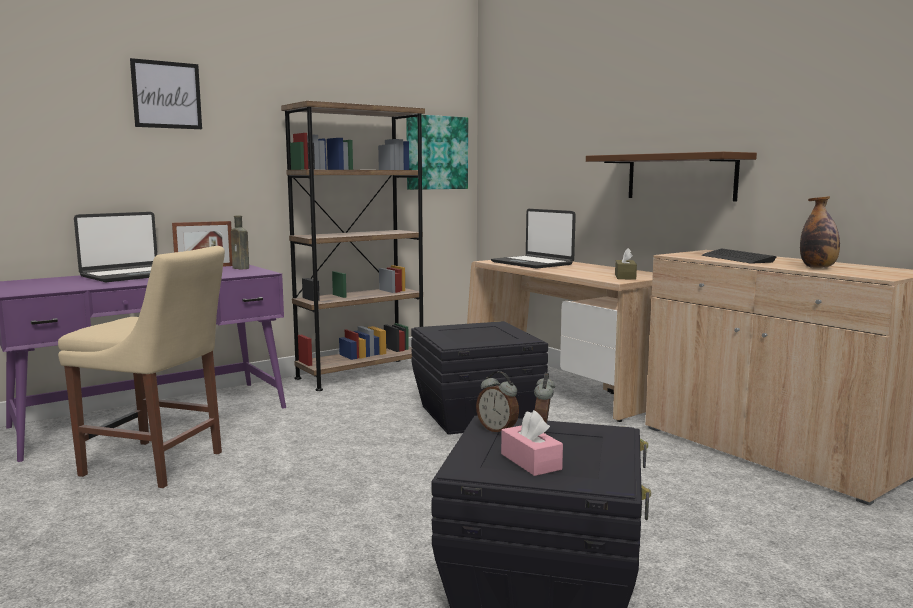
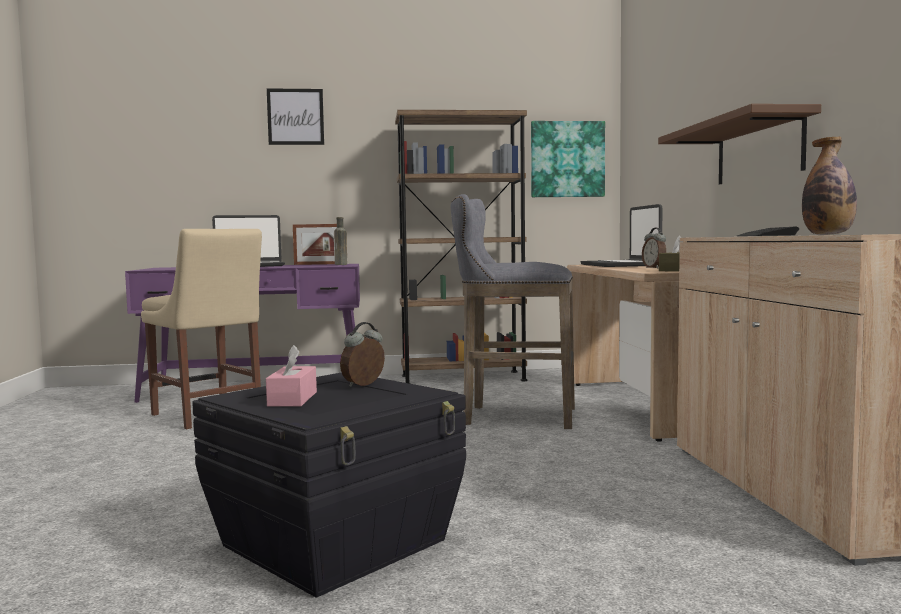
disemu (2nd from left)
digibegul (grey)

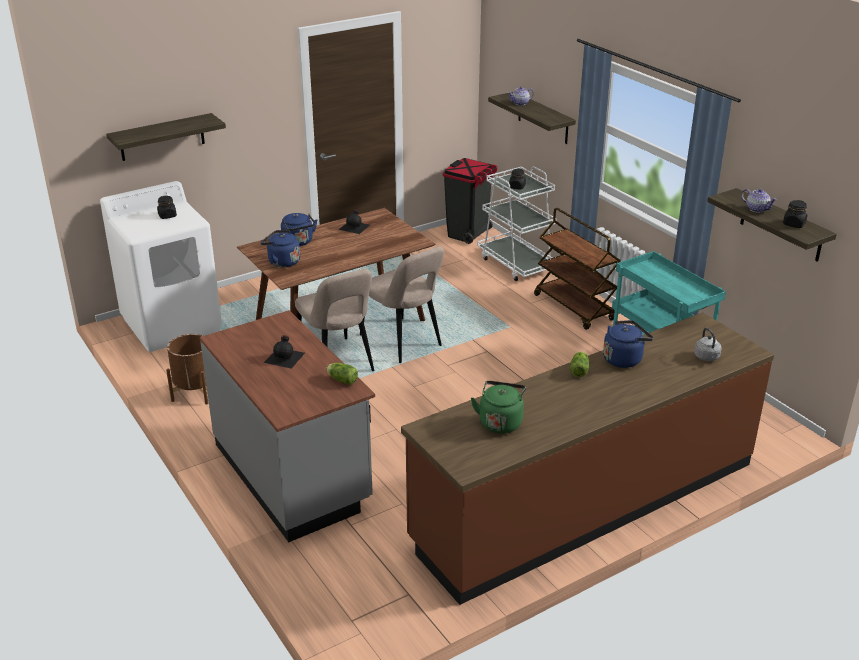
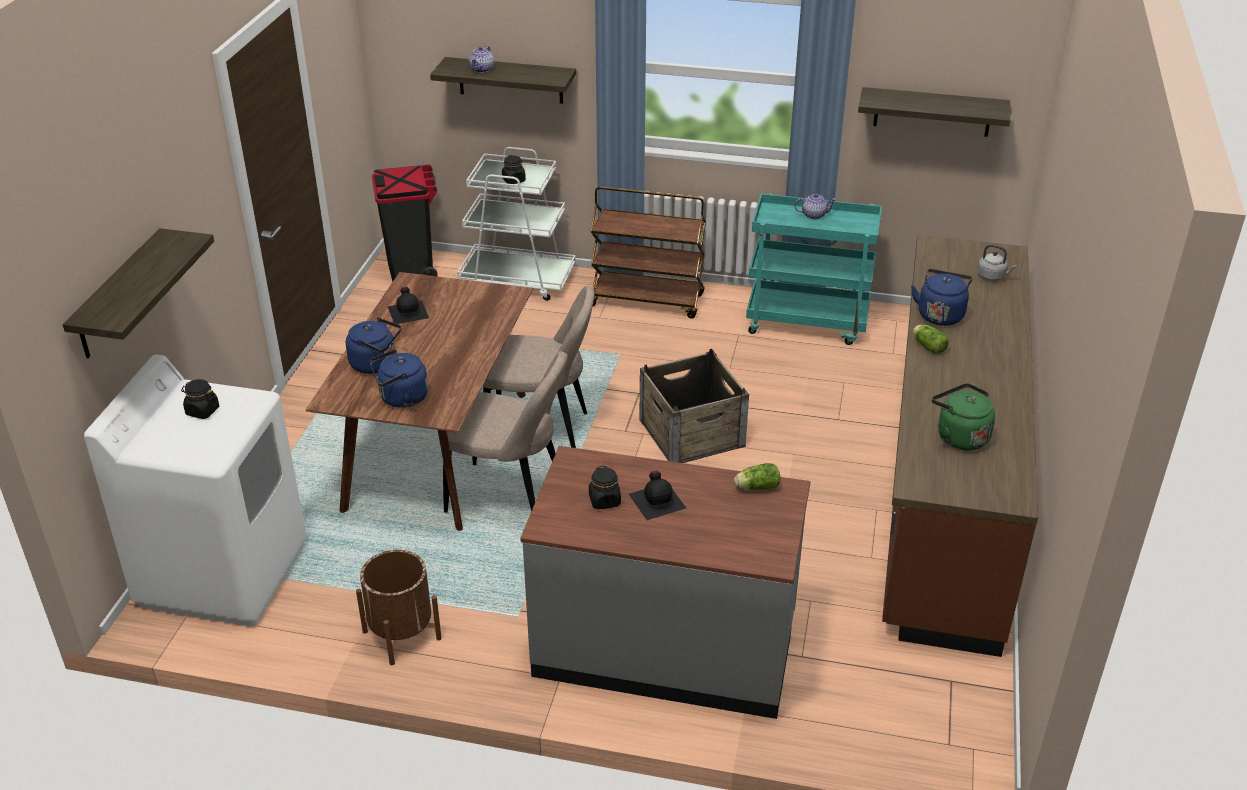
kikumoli
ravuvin (2nd from left)
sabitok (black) (3rd from left)

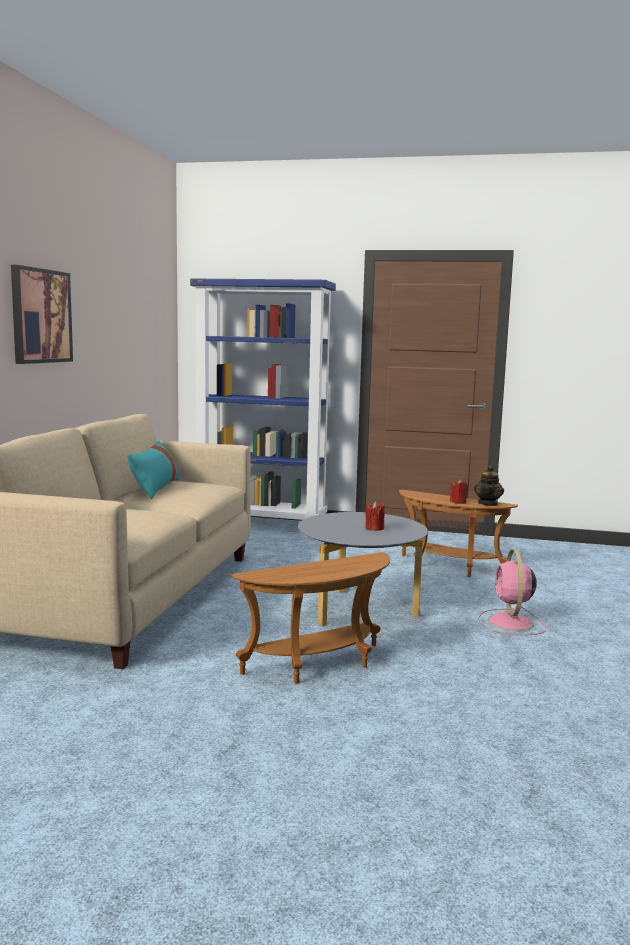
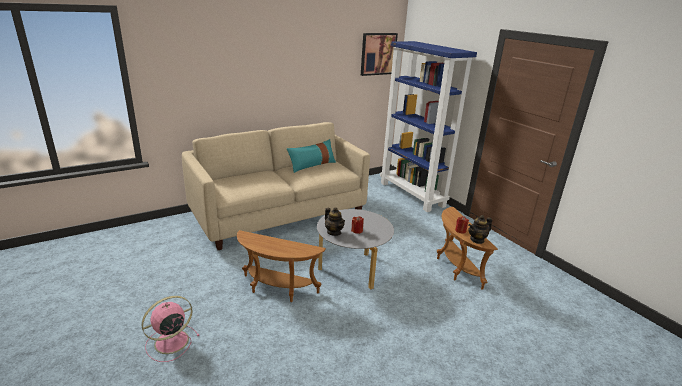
ravuvin (1st from left)
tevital
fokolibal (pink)

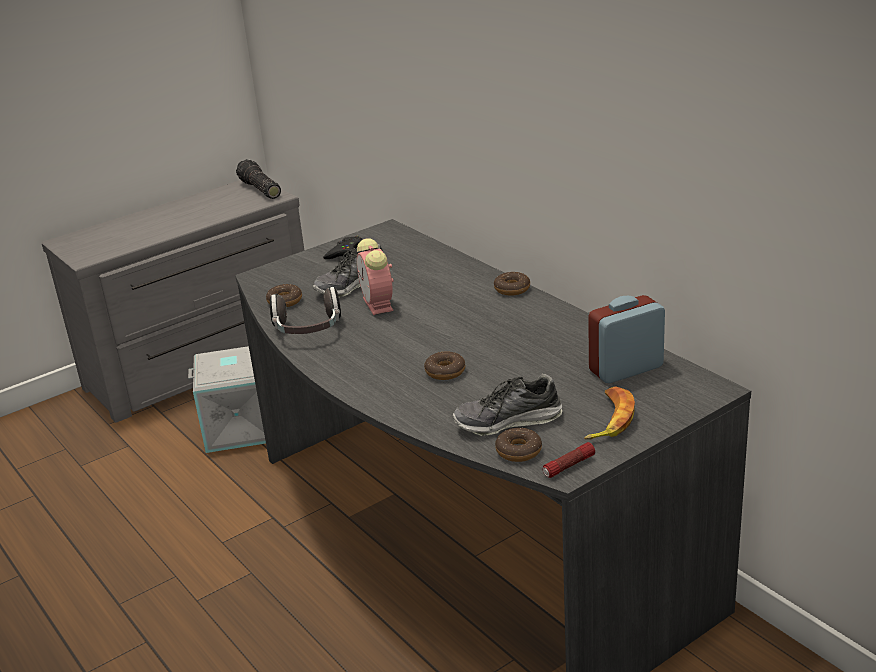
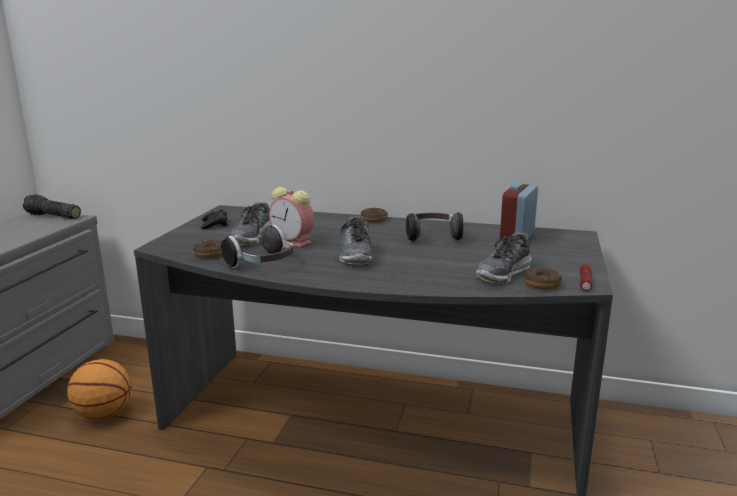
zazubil (2nd from left in the first image)
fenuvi
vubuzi (2nd from left)
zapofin (2nd from left)
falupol

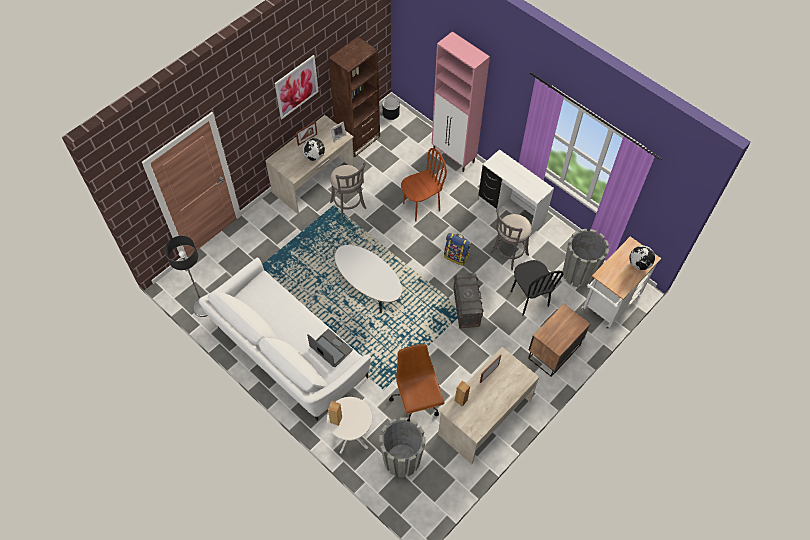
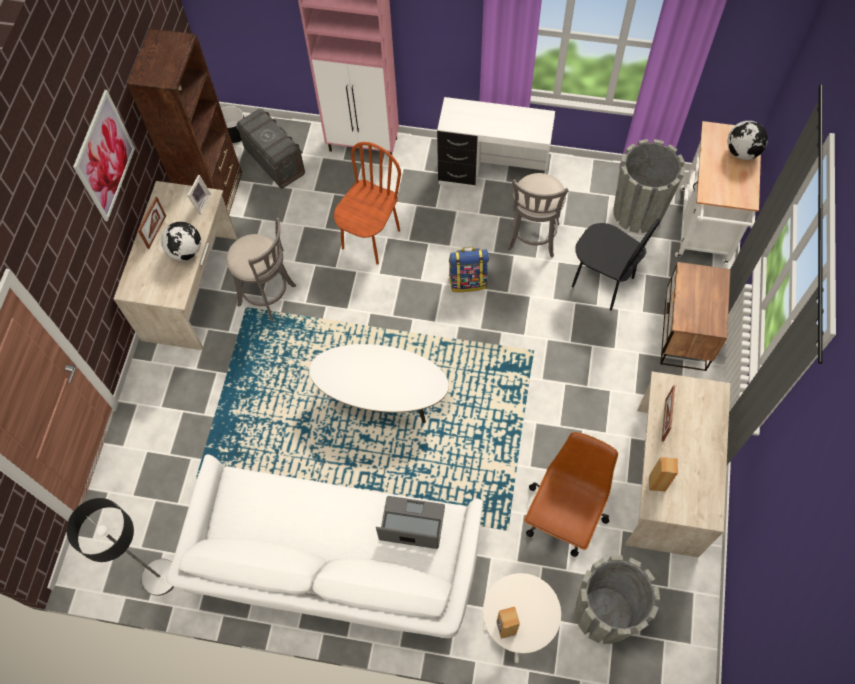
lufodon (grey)
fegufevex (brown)

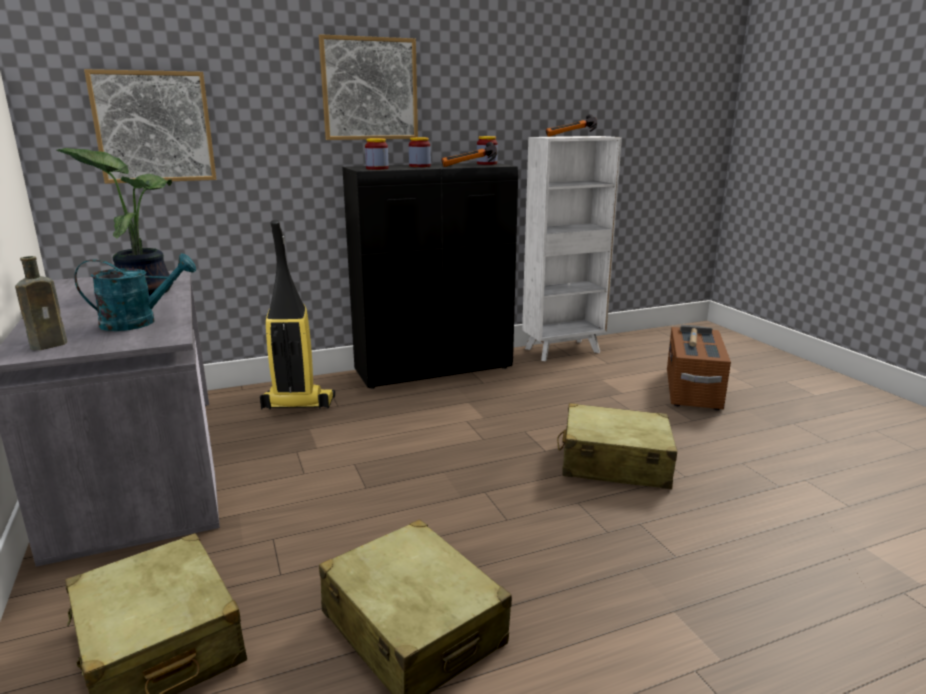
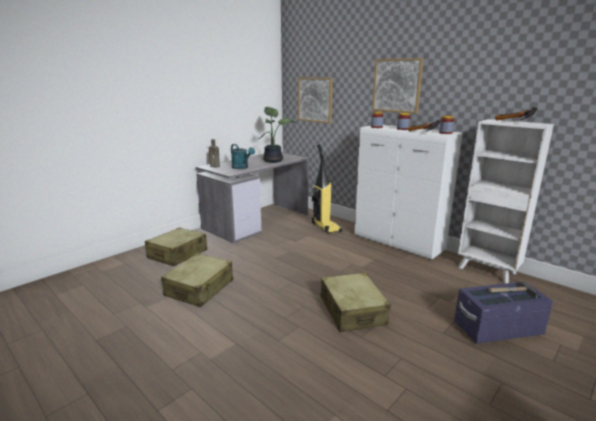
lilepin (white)
lufodon (purple)

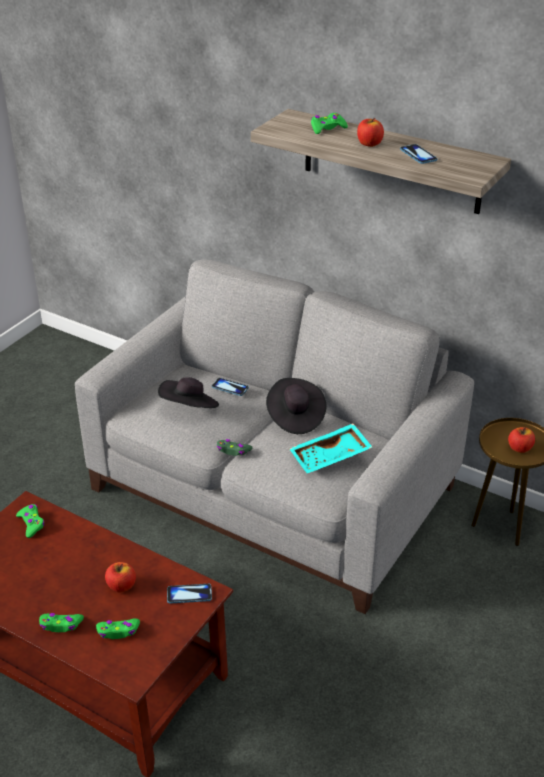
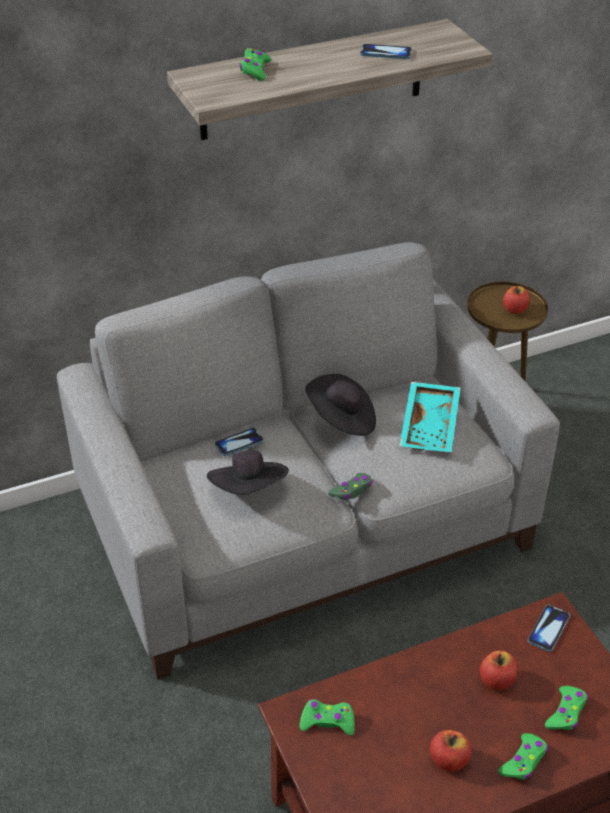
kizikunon (1st from left)

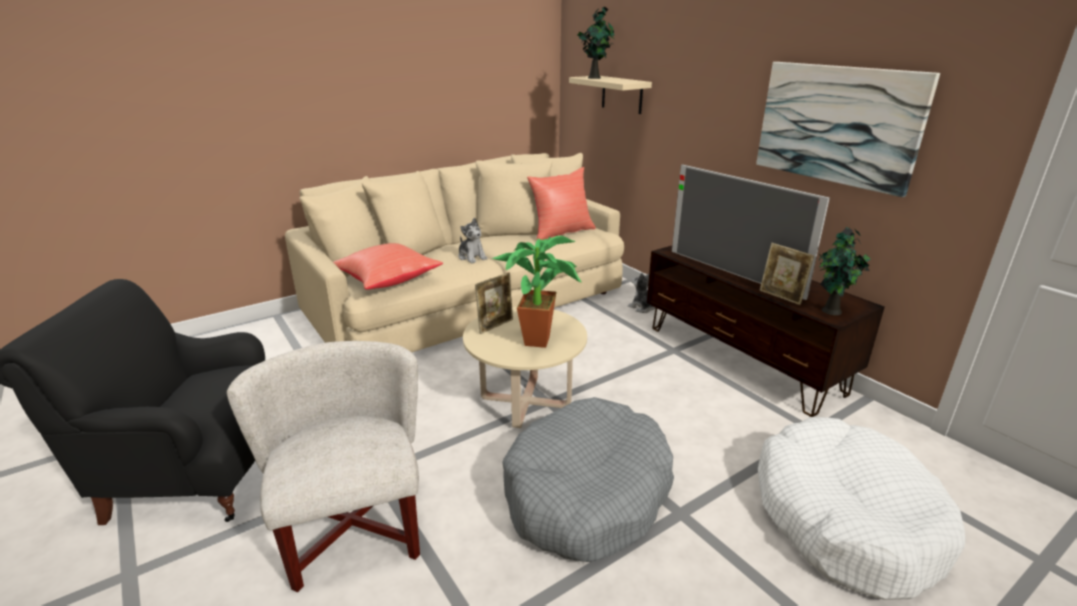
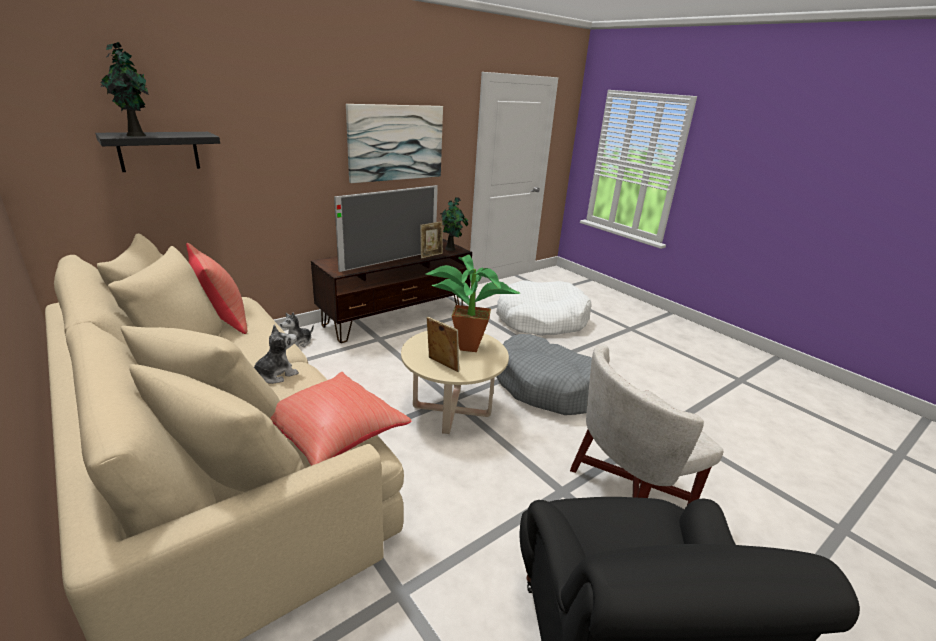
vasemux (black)

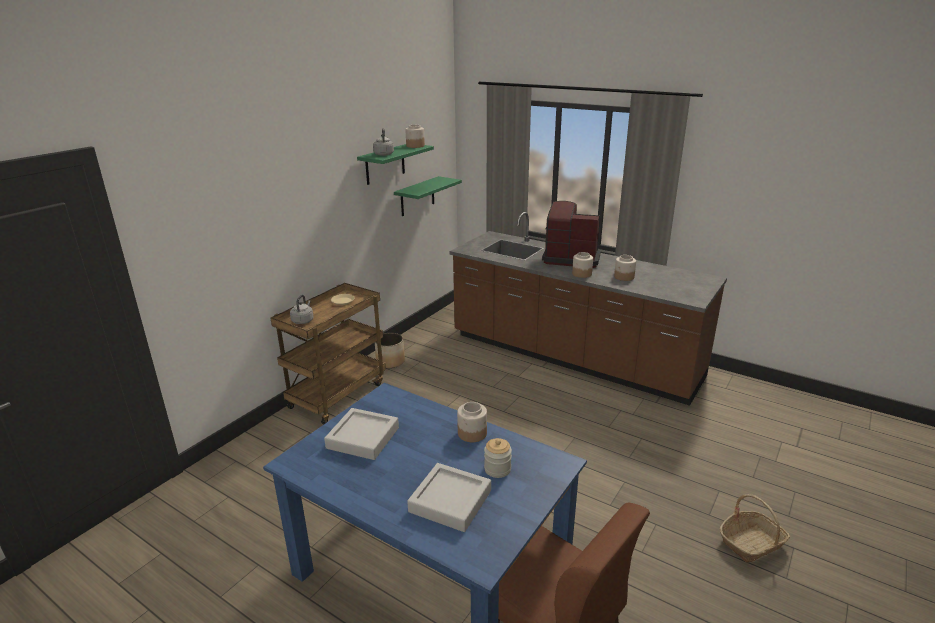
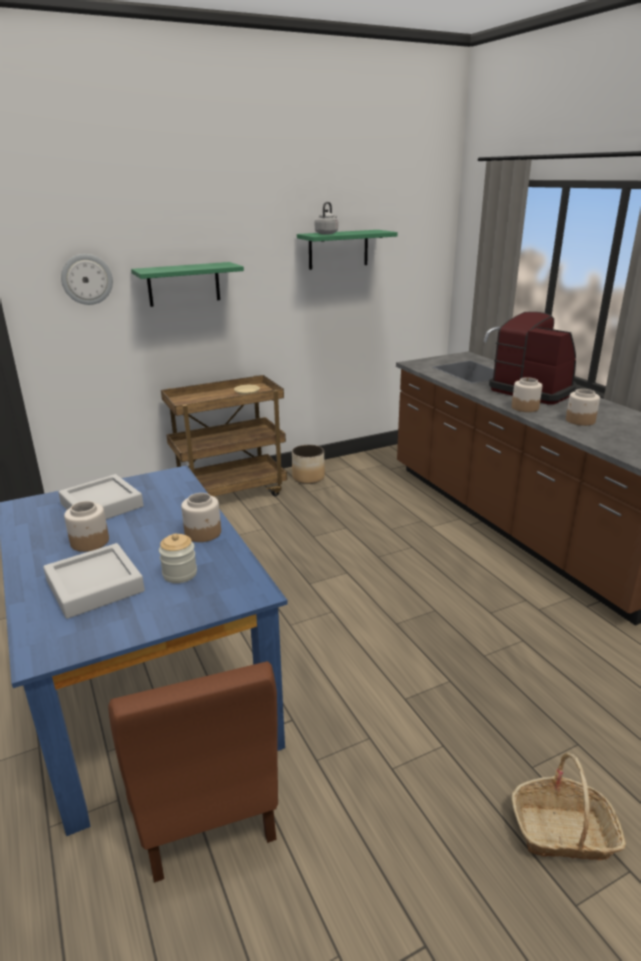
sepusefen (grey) (1st from left in the first image)
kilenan
vasemux (green) (1st from left)
sabitok (1st from left)

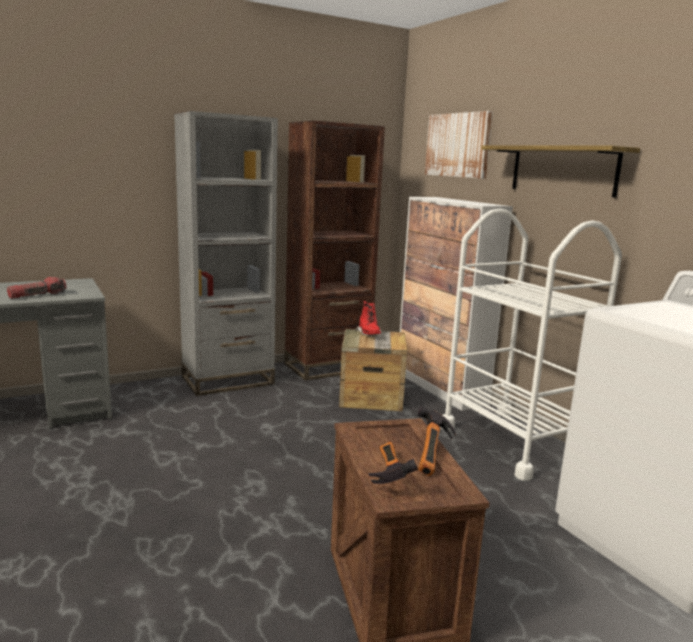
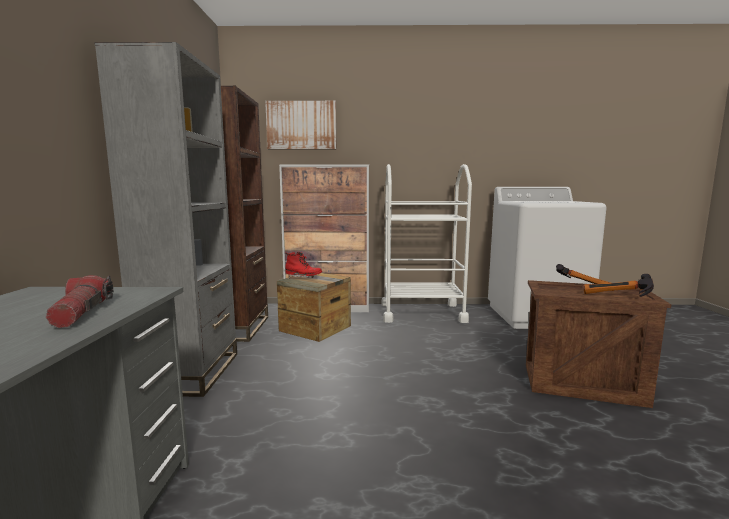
vasemux

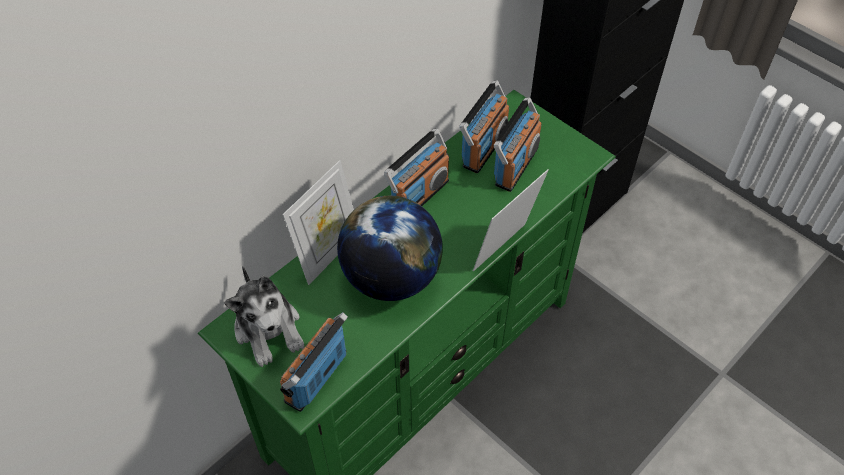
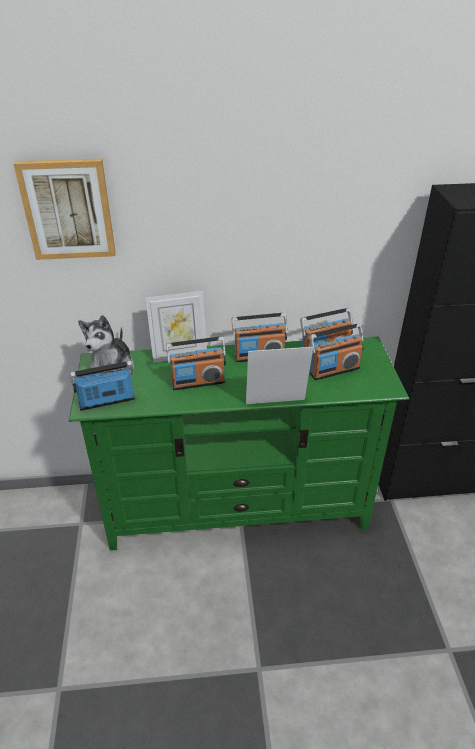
tevital
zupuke (2nd from left)

